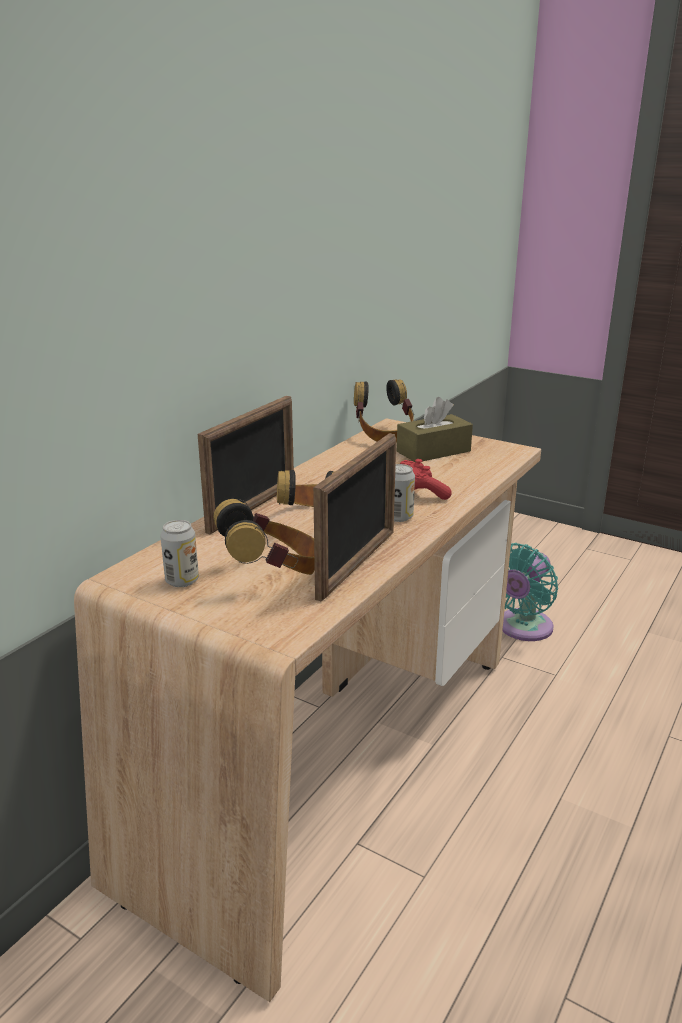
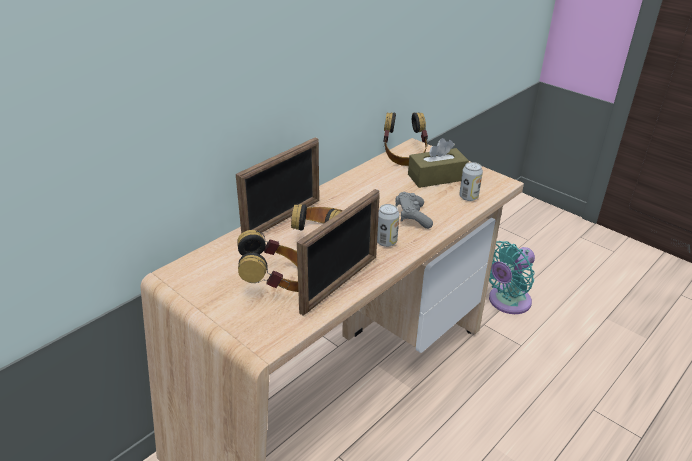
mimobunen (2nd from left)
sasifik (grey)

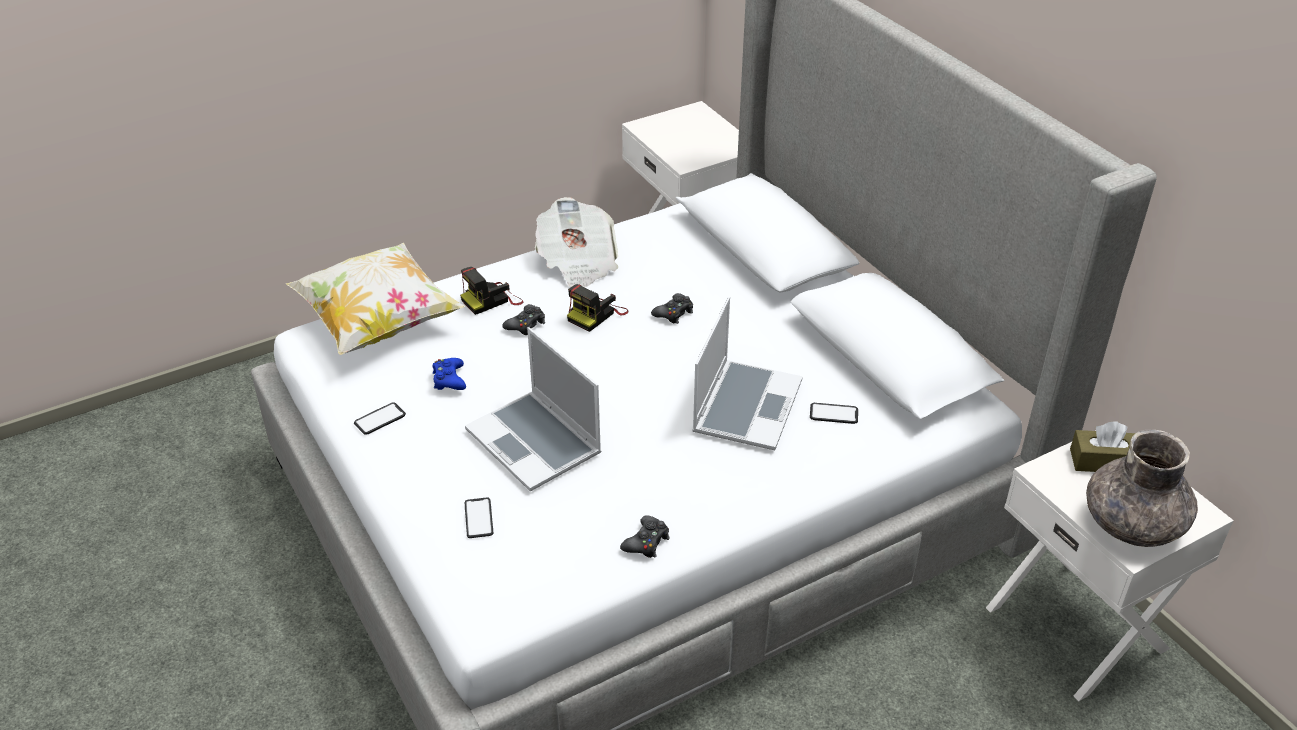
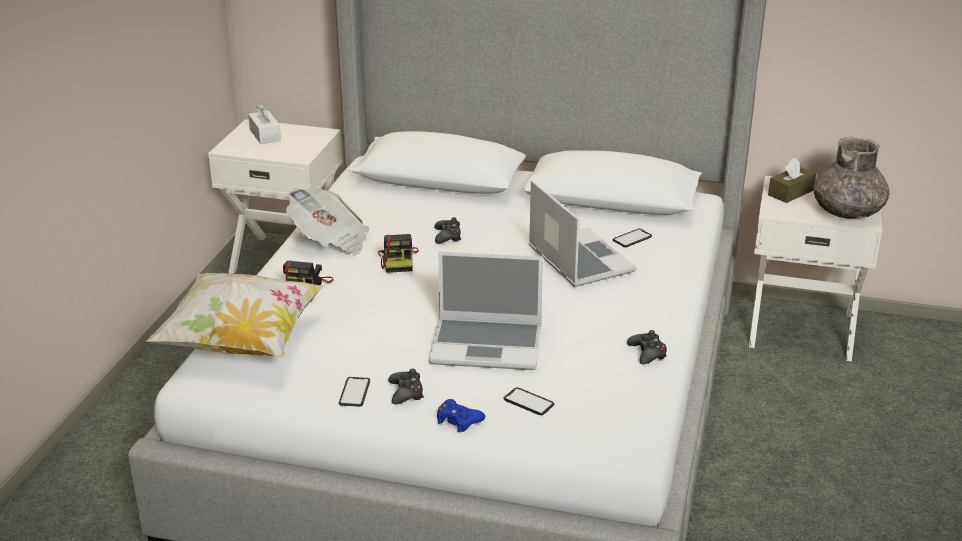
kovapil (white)
sasifik (blue)
sasifik (black) (1st from left)

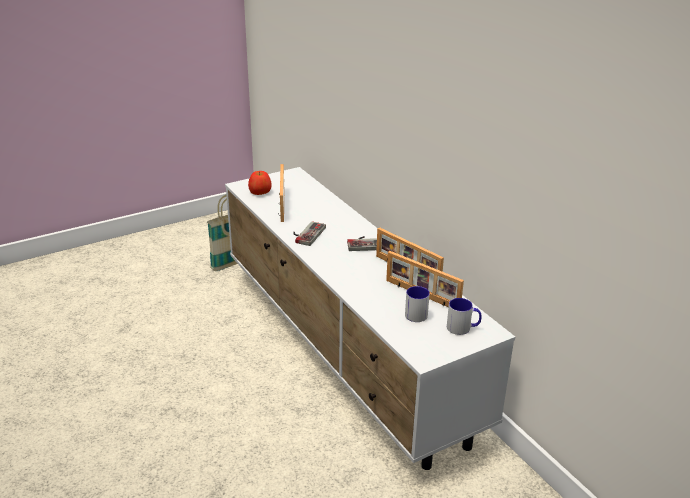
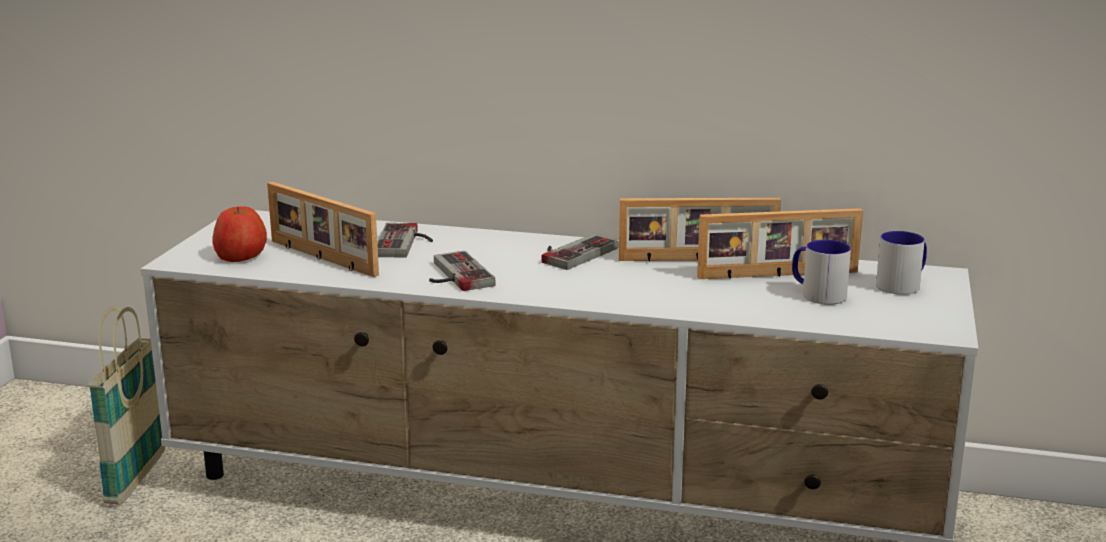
sasifik (1st from left)

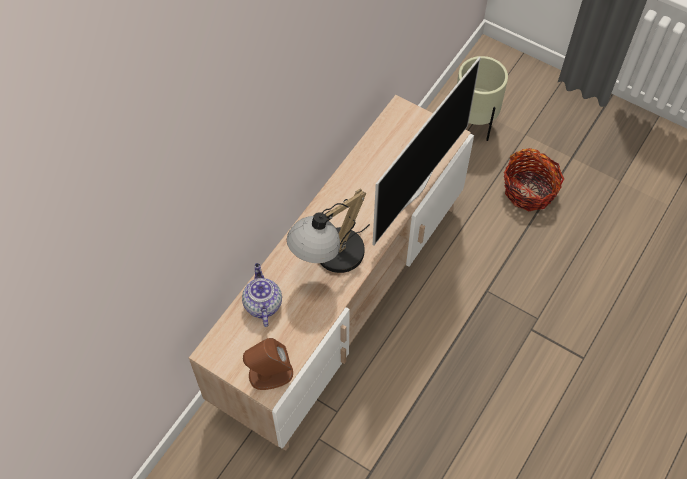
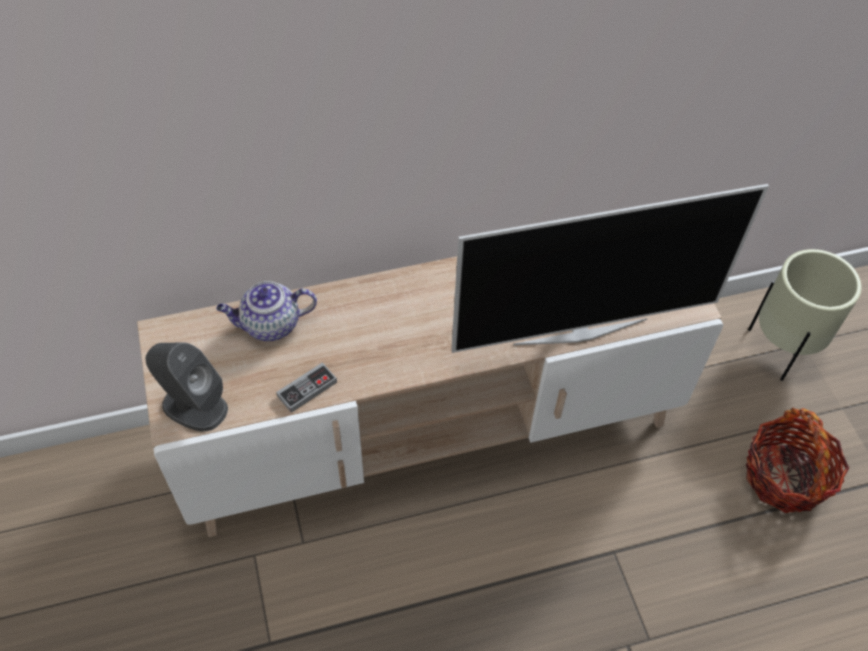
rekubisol
sasifik
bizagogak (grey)
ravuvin

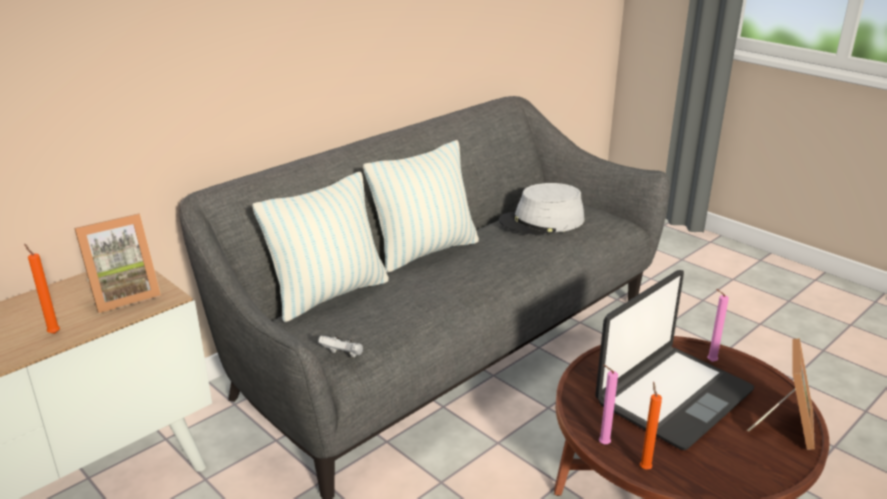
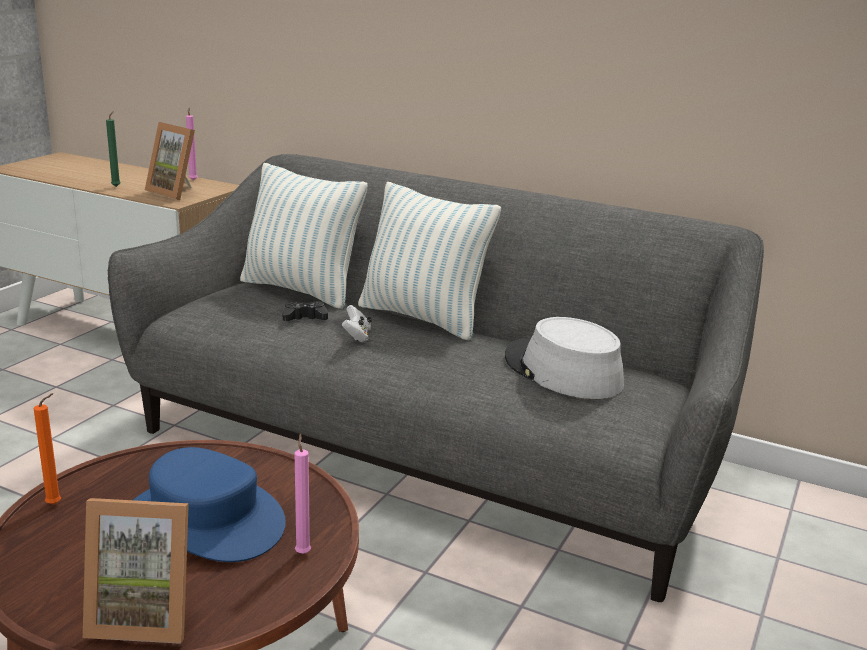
sasifik (black)
sasifik (white)
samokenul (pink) (1st from left)
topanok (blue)
samokenul (green)

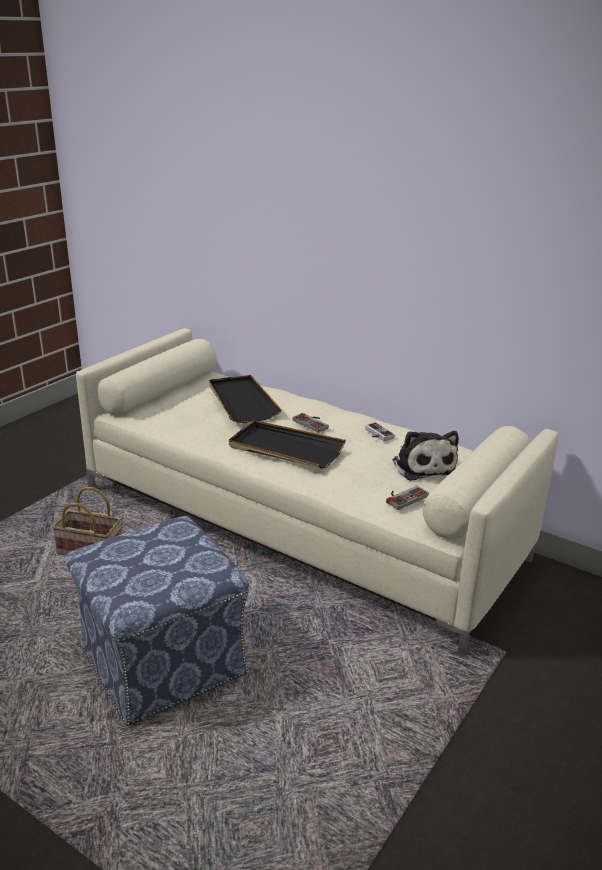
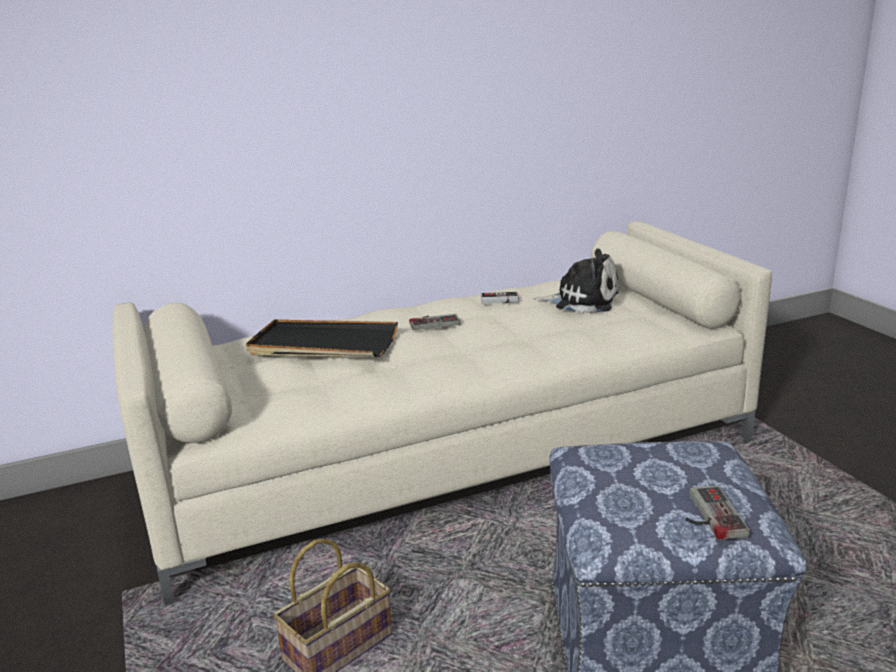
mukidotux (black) (2nd from left in the first image)
sasifik (3rd from left)

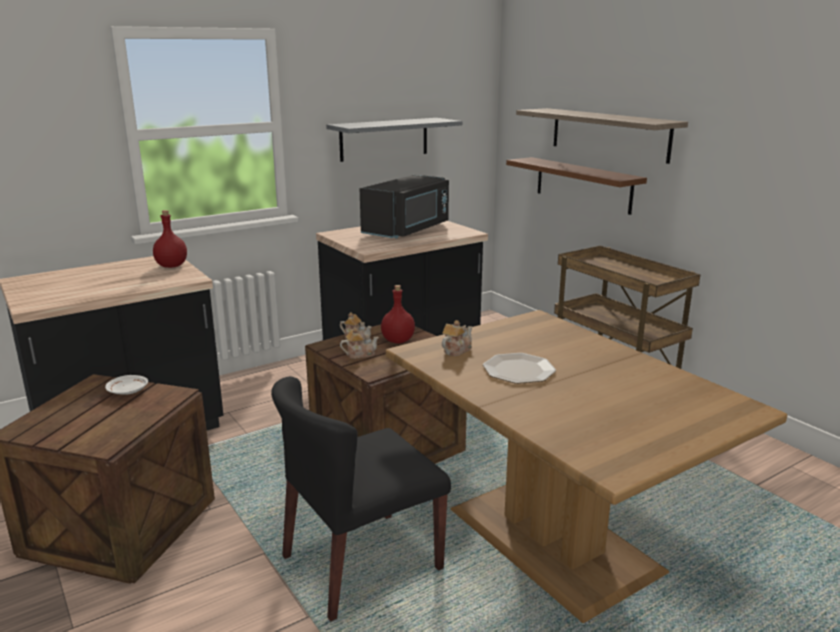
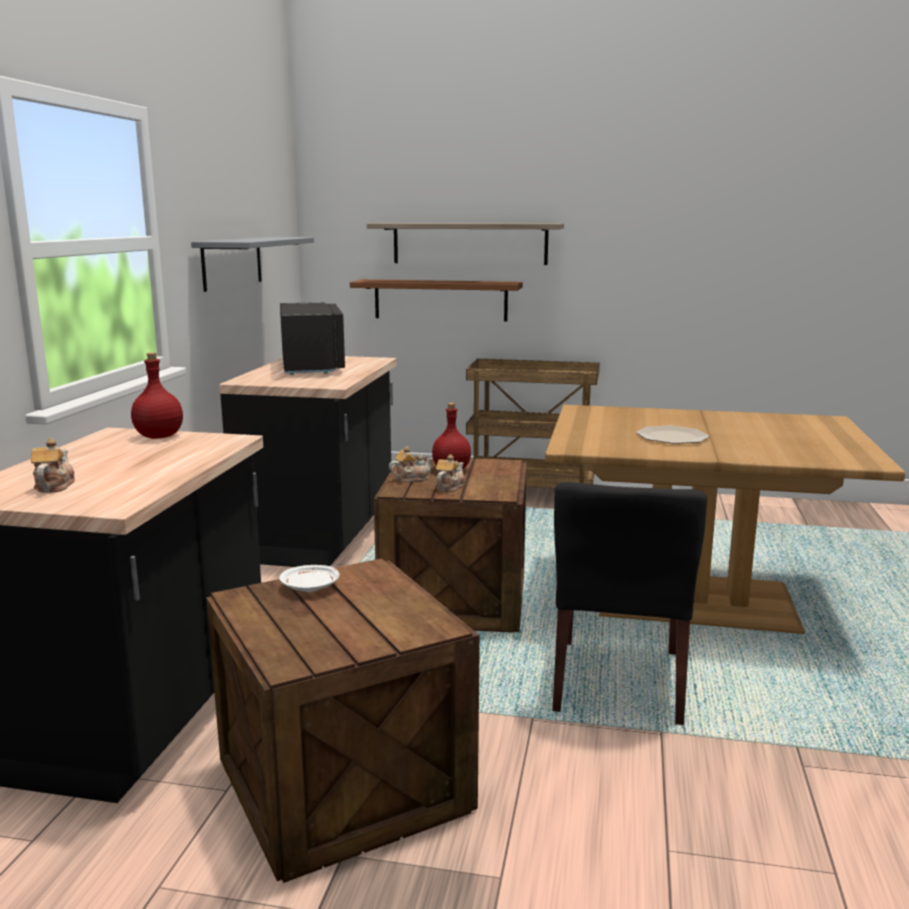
ravuvin (1st from left)

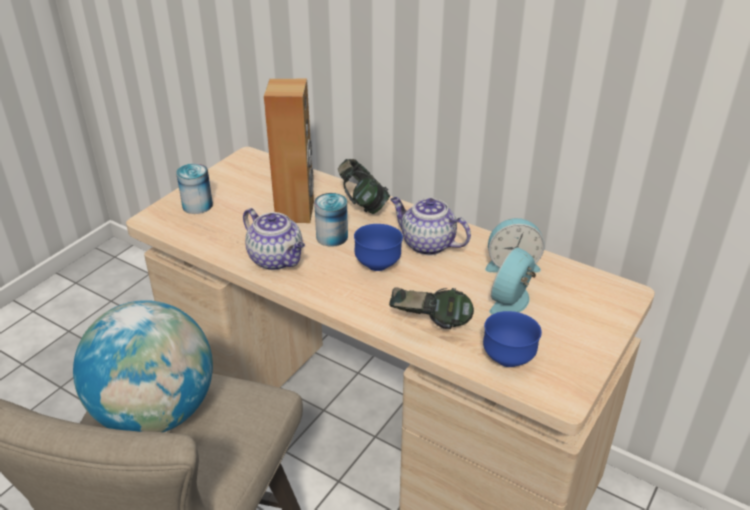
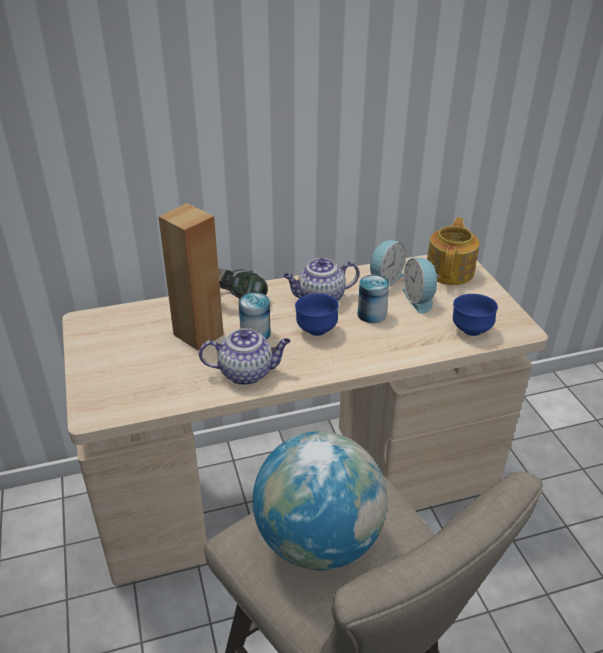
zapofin (2nd from left in the first image)
ravuvin (3rd from left)
mimobunen (2nd from left)

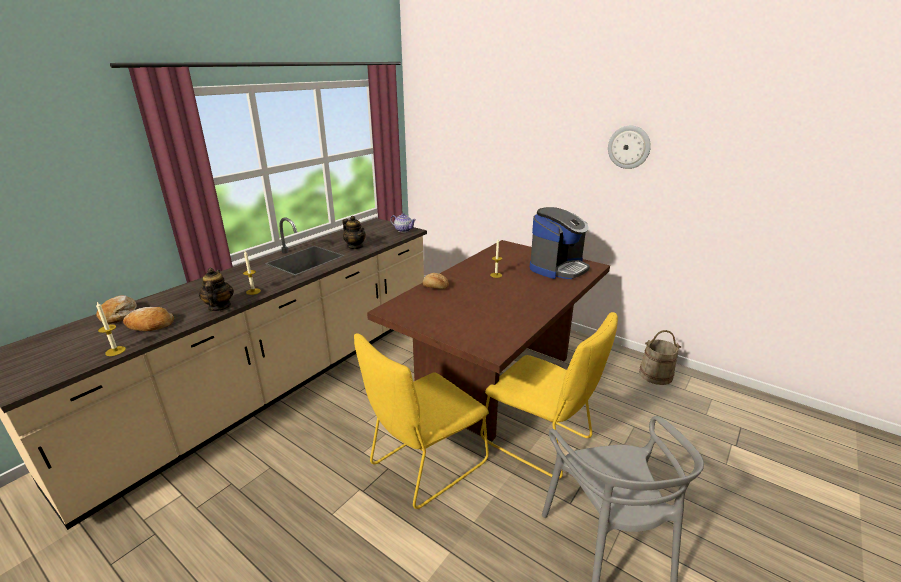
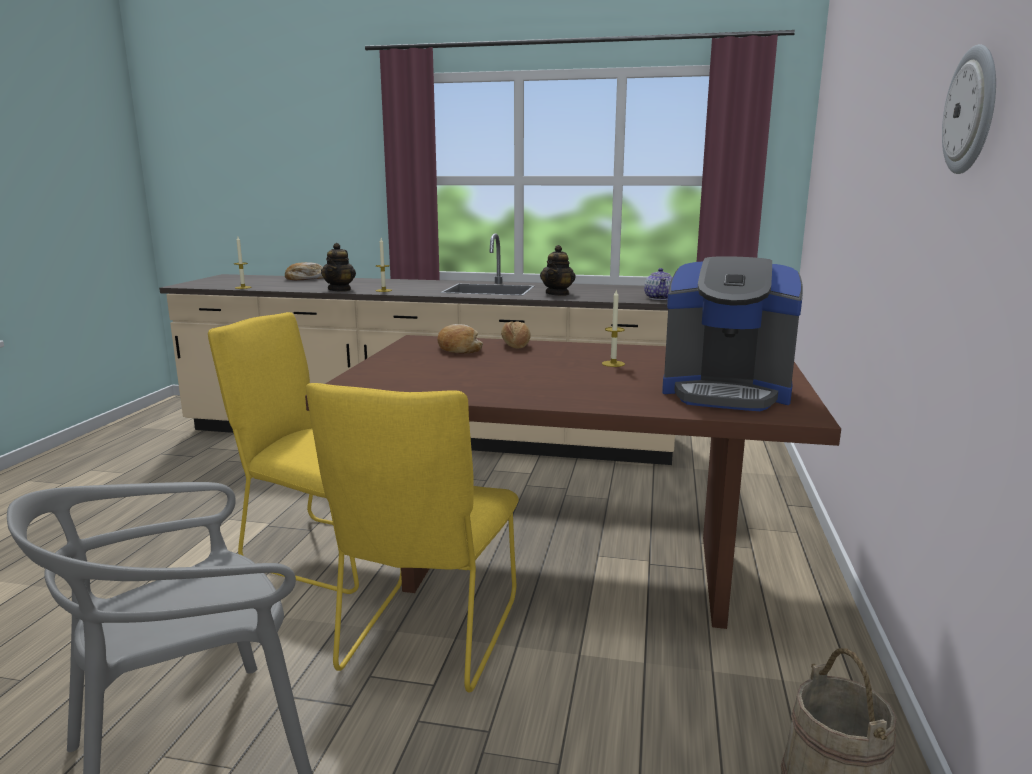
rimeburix (2nd from left)
ravuvin (1st from left)

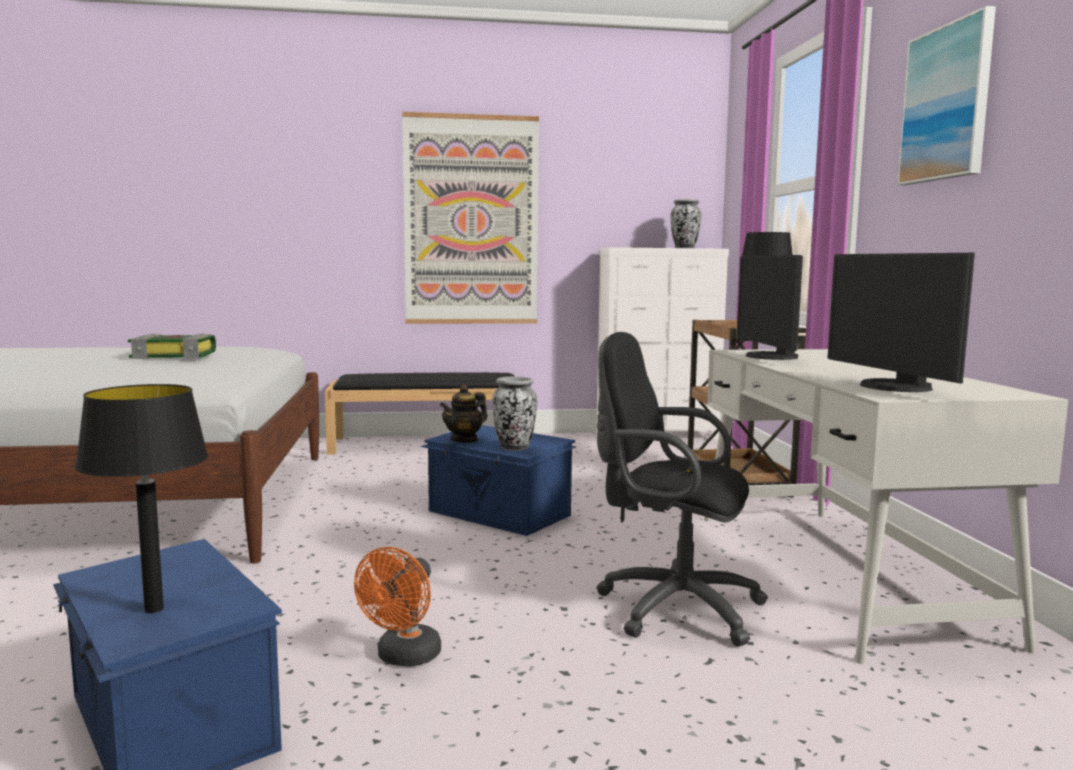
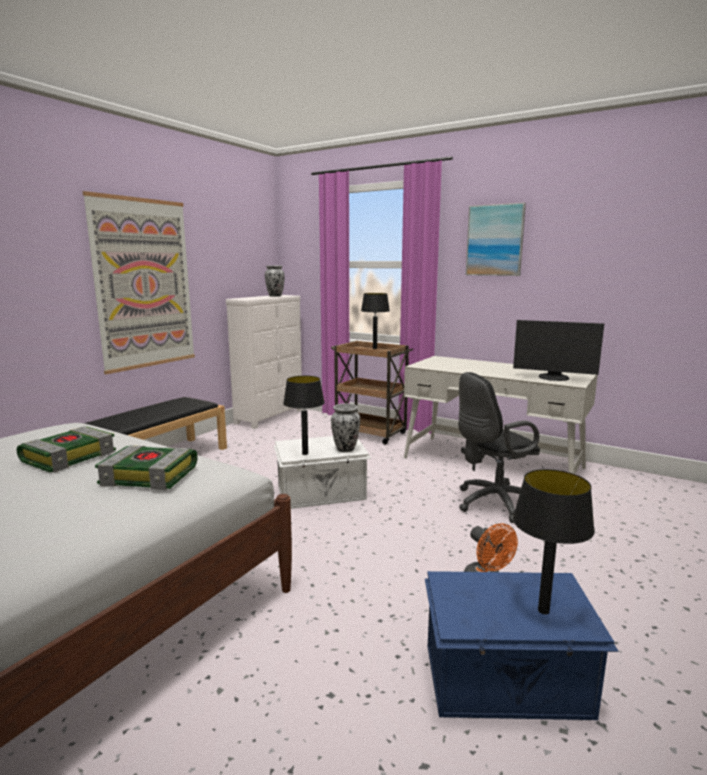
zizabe (1st from left in the first image)
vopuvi (2nd from left)
rekubisol (black) (1st from left)
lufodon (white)

